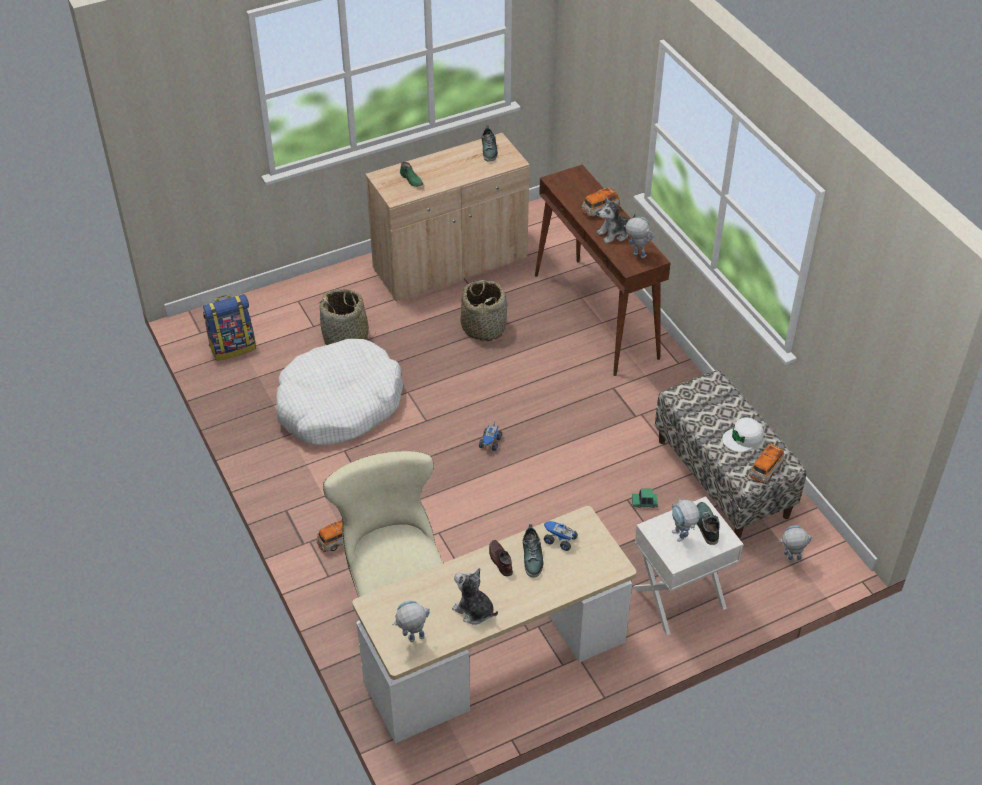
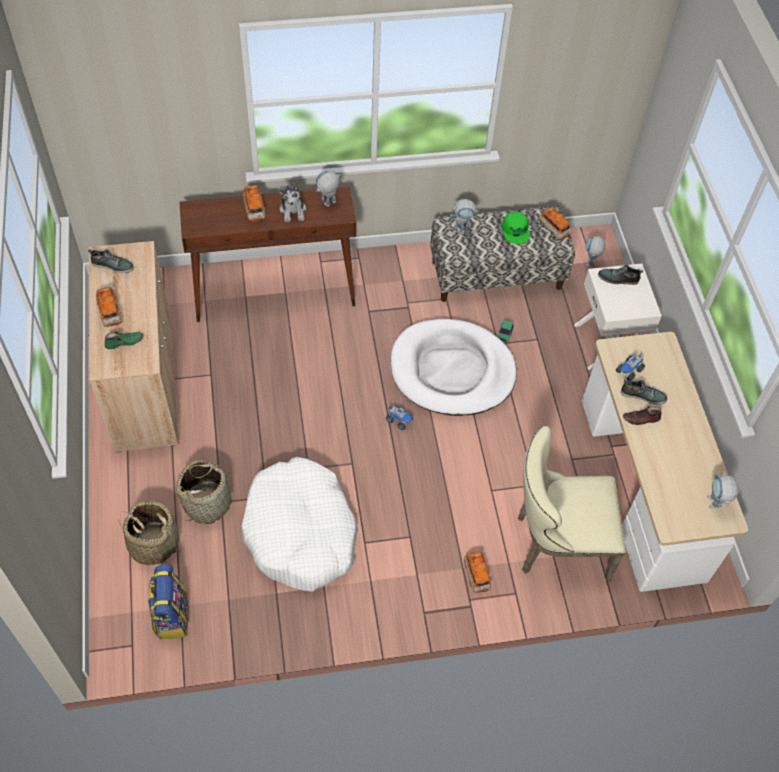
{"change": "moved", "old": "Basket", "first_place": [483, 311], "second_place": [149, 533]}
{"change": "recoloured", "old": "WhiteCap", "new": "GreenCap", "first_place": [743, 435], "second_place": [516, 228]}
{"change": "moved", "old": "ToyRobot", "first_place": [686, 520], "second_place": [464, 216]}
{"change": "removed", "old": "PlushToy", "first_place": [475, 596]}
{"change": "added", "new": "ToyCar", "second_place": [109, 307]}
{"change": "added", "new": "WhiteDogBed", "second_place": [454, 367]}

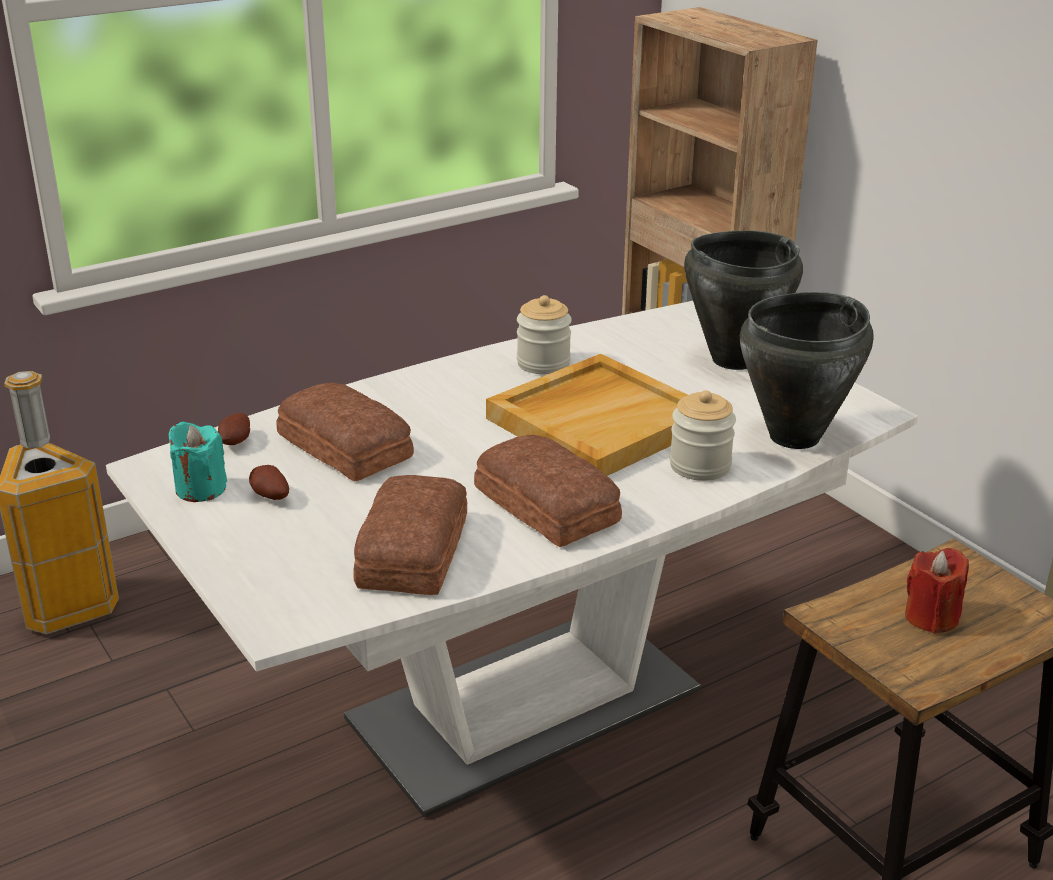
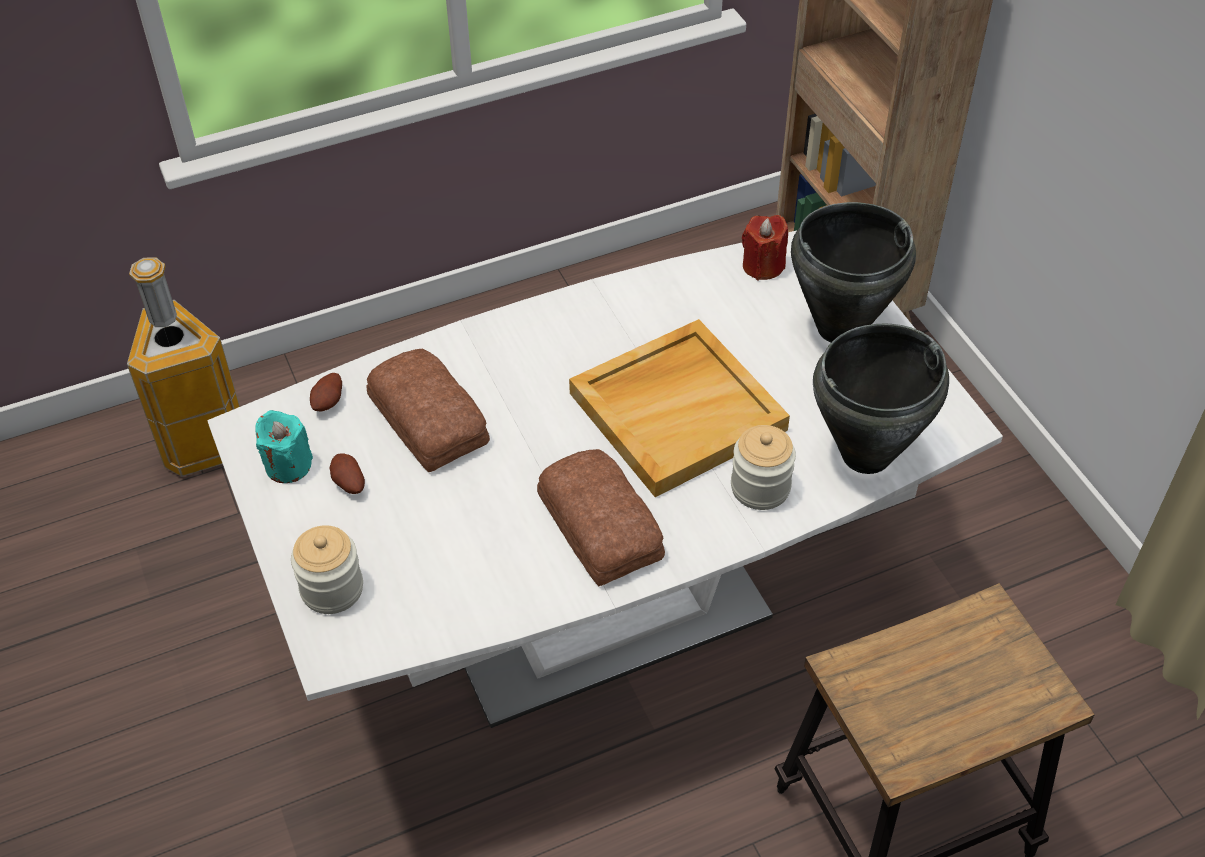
{"change": "moved", "old": "Jar", "first_place": [544, 334], "second_place": [327, 569]}
{"change": "removed", "old": "Bread", "first_place": [410, 535]}
{"change": "moved", "old": "RedCandle", "first_place": [937, 591], "second_place": [765, 247]}

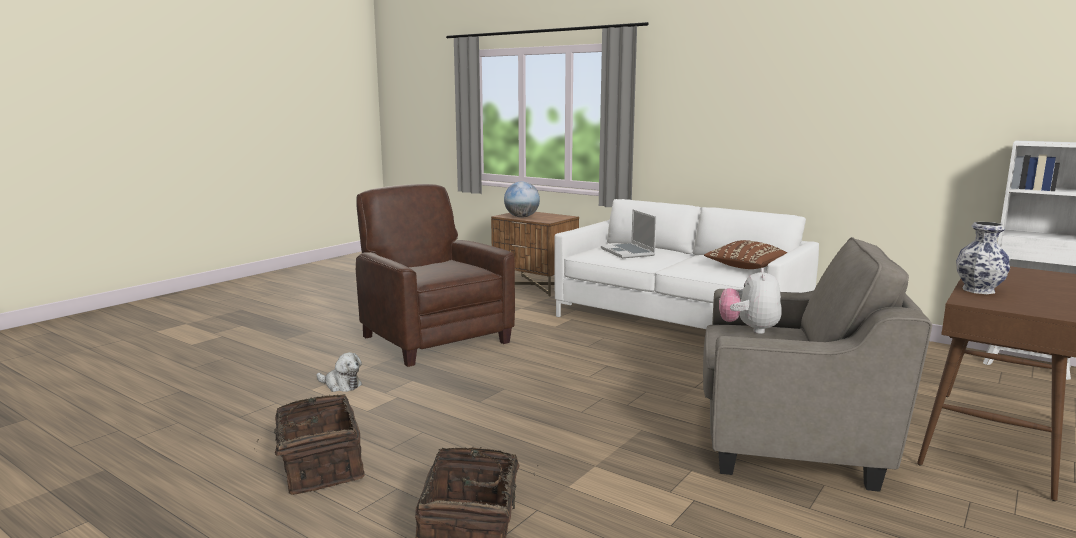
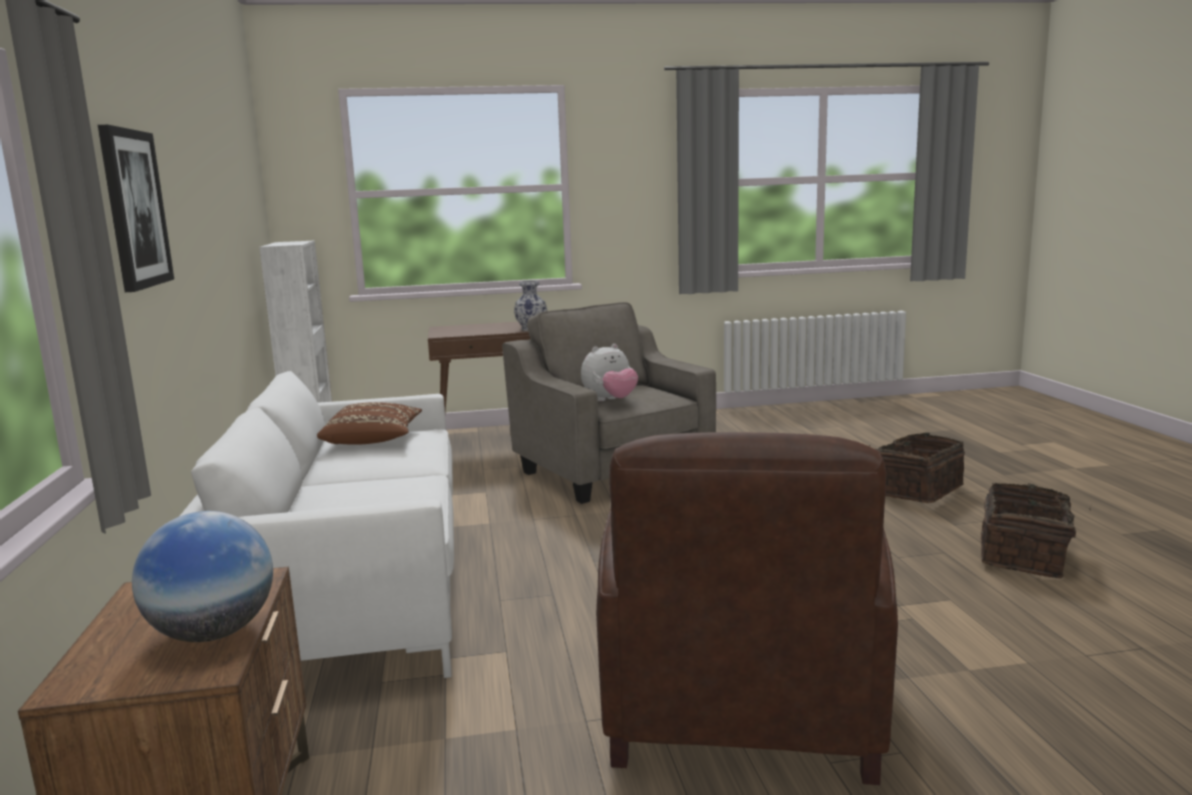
{"change": "removed", "old": "Laptop", "first_place": [628, 234]}
{"change": "removed", "old": "PlushToy", "first_place": [339, 372]}
{"change": "added", "new": "Picture", "second_place": [136, 208]}

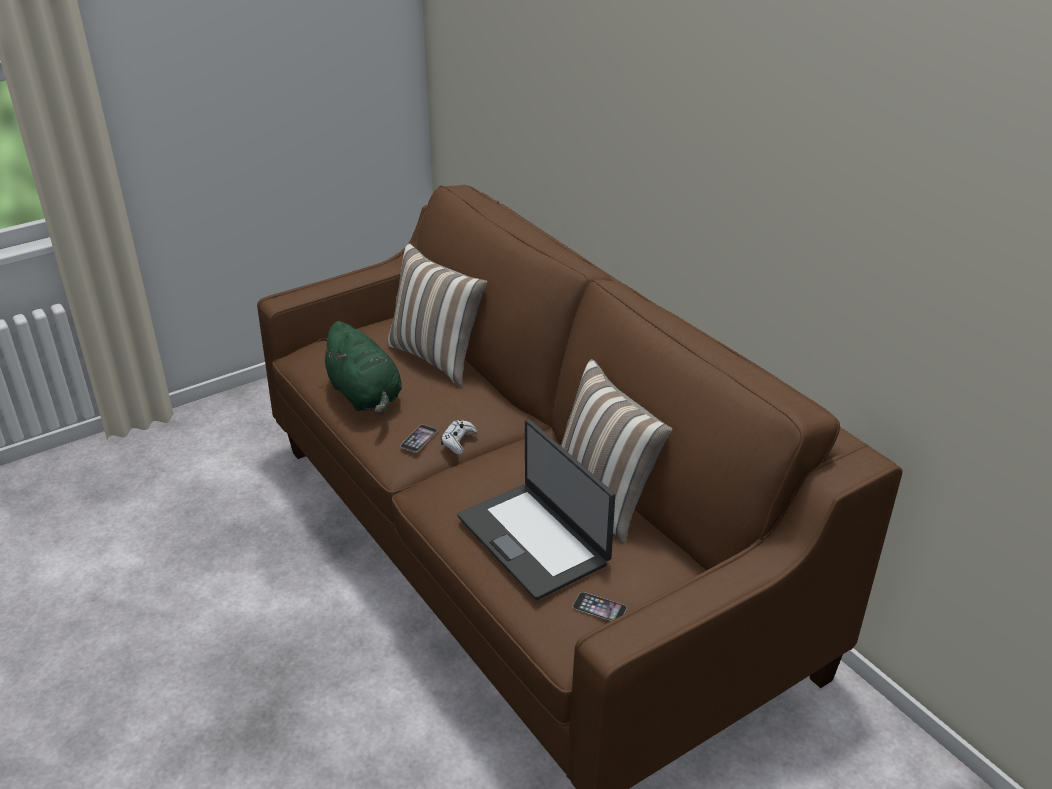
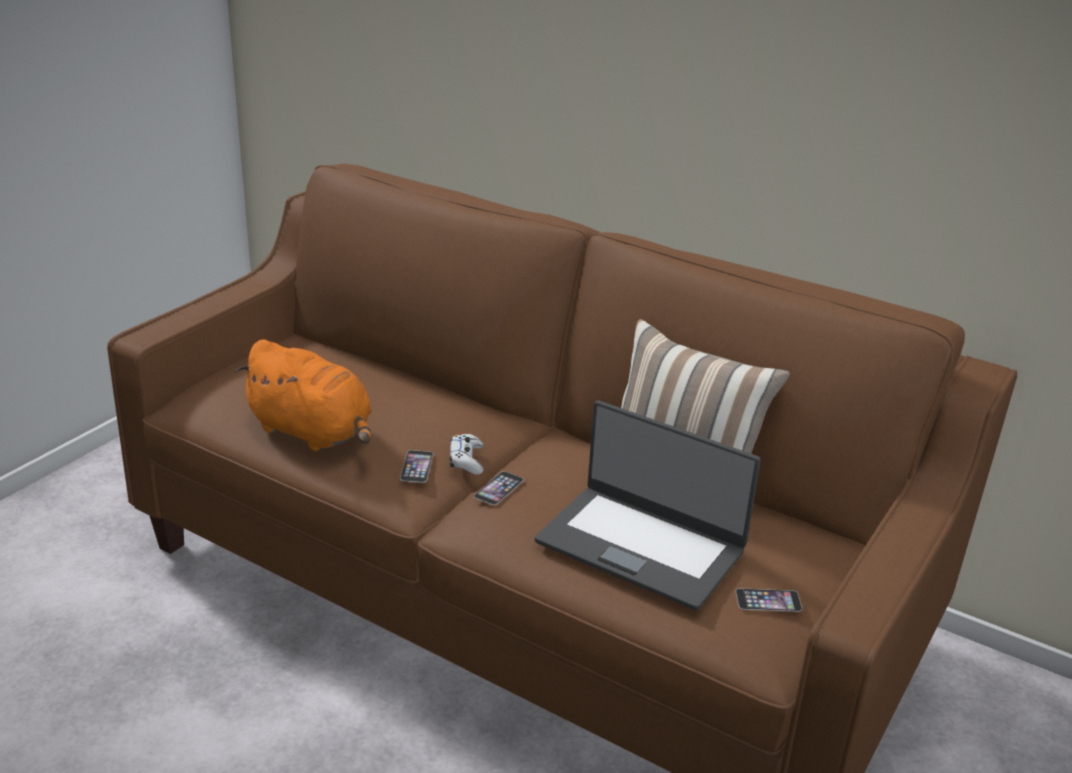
{"change": "removed", "old": "Pillow", "first_place": [437, 315]}
{"change": "recoloured", "old": "GreenPlushToy", "new": "OrangePlushToy", "first_place": [360, 368], "second_place": [304, 395]}
{"change": "added", "new": "Phone", "second_place": [499, 488]}

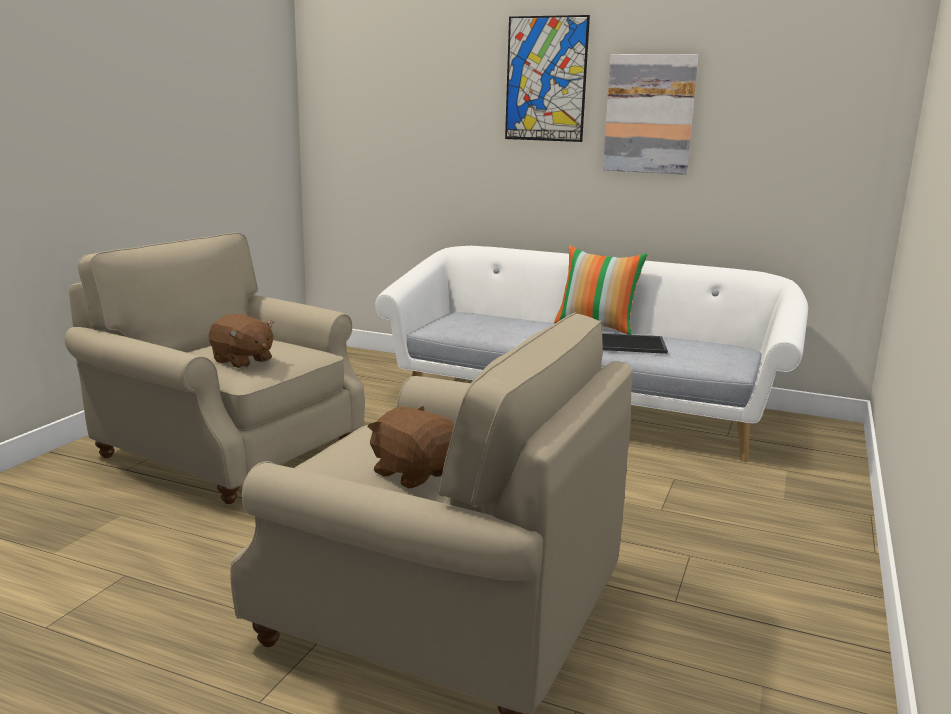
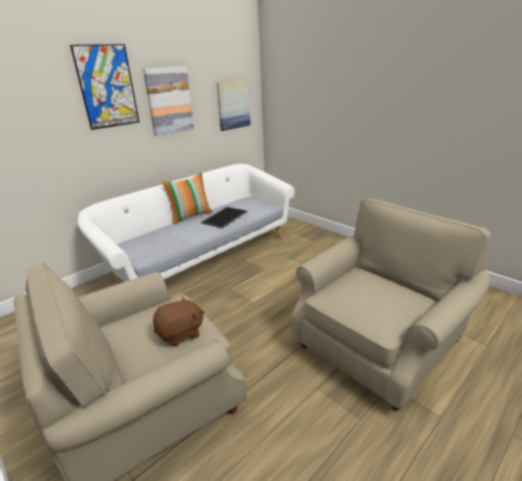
{"change": "removed", "old": "BrownPlushToy", "first_place": [411, 447]}
{"change": "added", "new": "Picture", "second_place": [234, 105]}

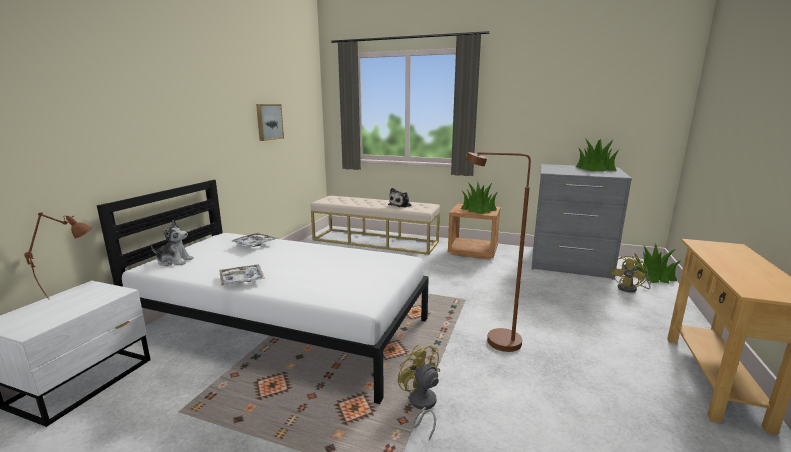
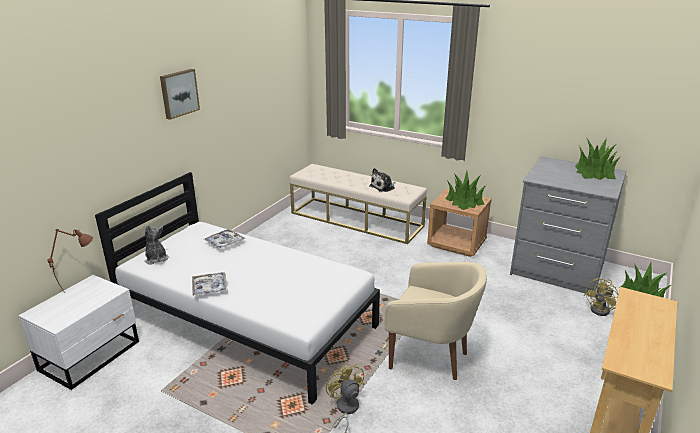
{"change": "moved", "old": "Picture", "first_place": [270, 122], "second_place": [180, 94]}
{"change": "replaced", "old": "BrownFloorLamp", "new": "BeigeArmchair", "first_place": [498, 252], "second_place": [436, 321]}
{"change": "turned", "old": "PlushToy", "first_place": [172, 243], "second_place": [156, 245], "degrees": -135}

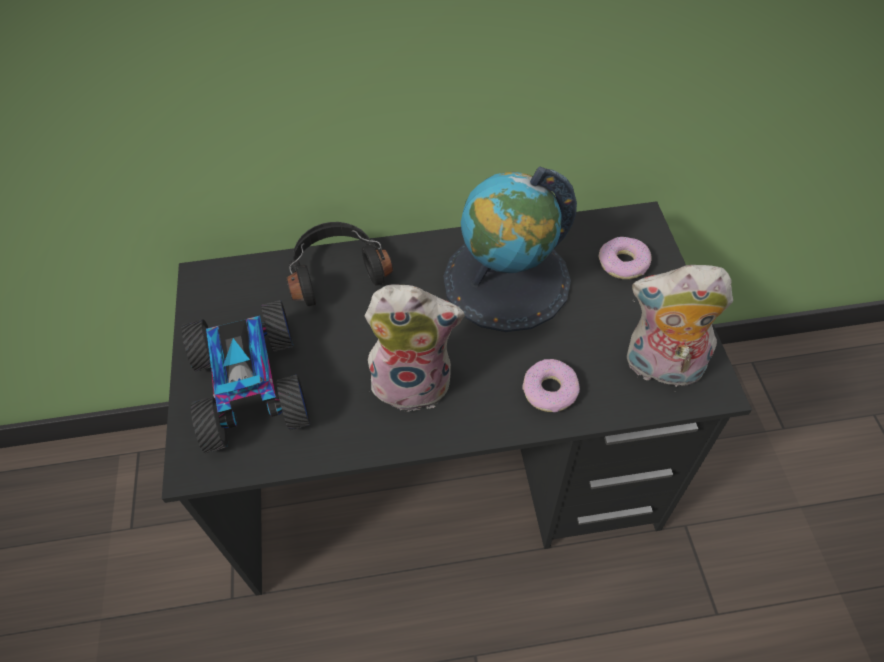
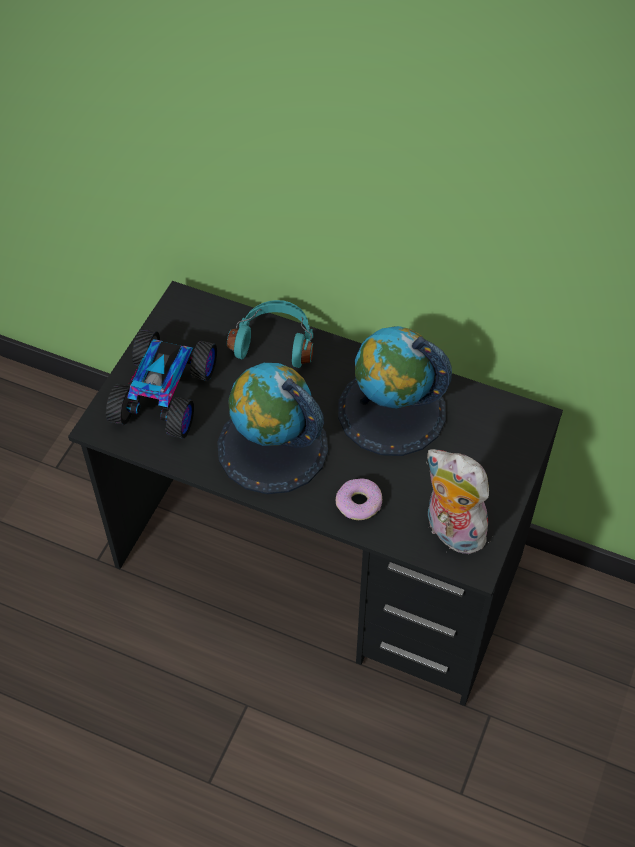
{"change": "recoloured", "old": "BlackHeadphones", "new": "TurquoiseHeadphones", "first_place": [340, 264], "second_place": [270, 334]}
{"change": "removed", "old": "Donut", "first_place": [625, 258]}
{"change": "replaced", "old": "PlushToy", "new": "Globe", "first_place": [415, 348], "second_place": [272, 428]}

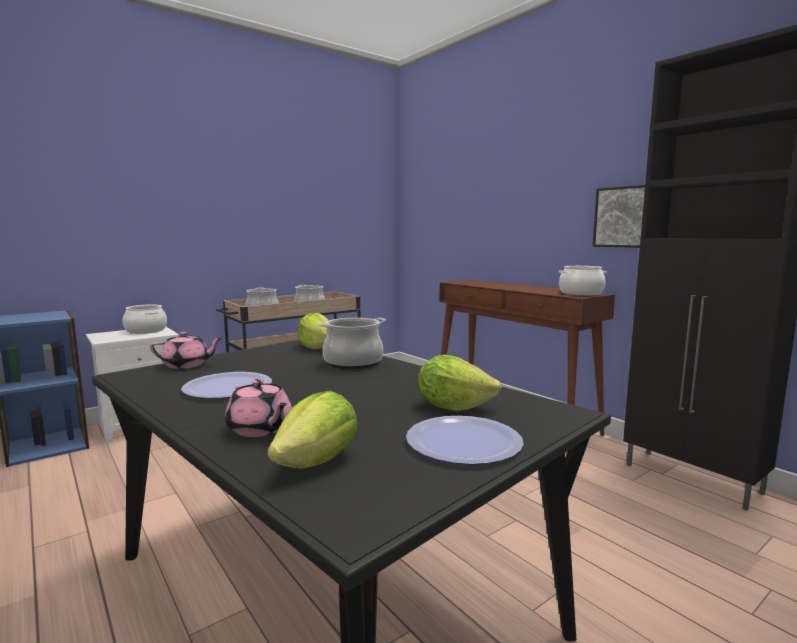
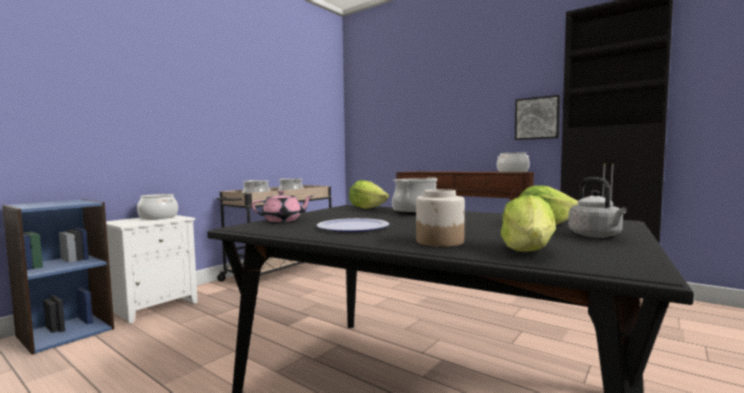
{"change": "replaced", "old": "PinkTeapot", "new": "Jar", "first_place": [258, 408], "second_place": [440, 218]}
{"change": "replaced", "old": "Plate", "new": "GreyKettle", "first_place": [465, 440], "second_place": [597, 207]}

